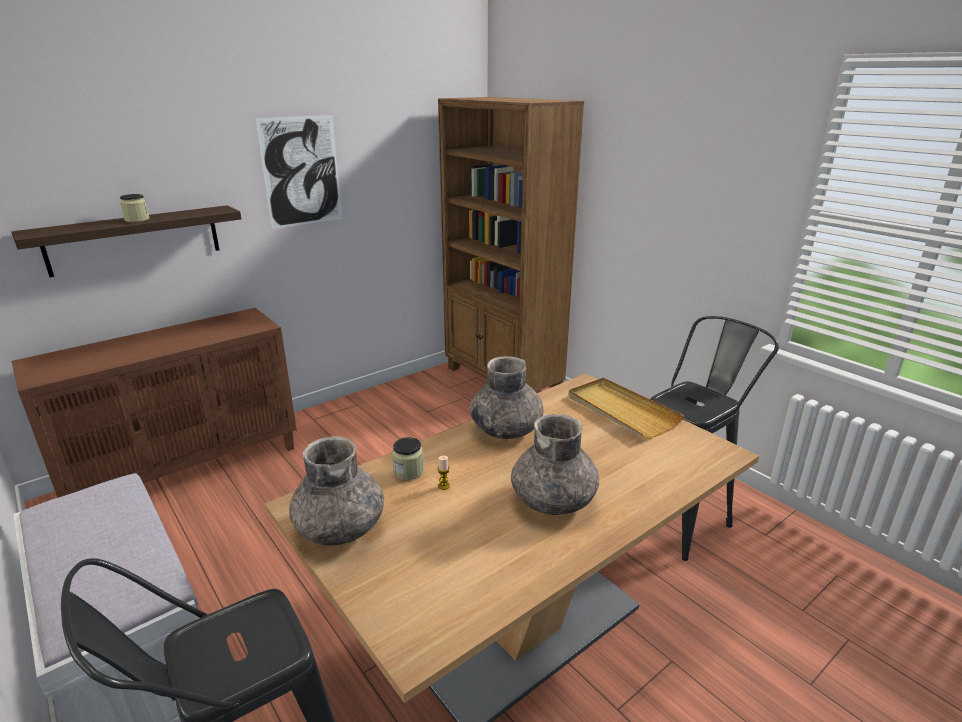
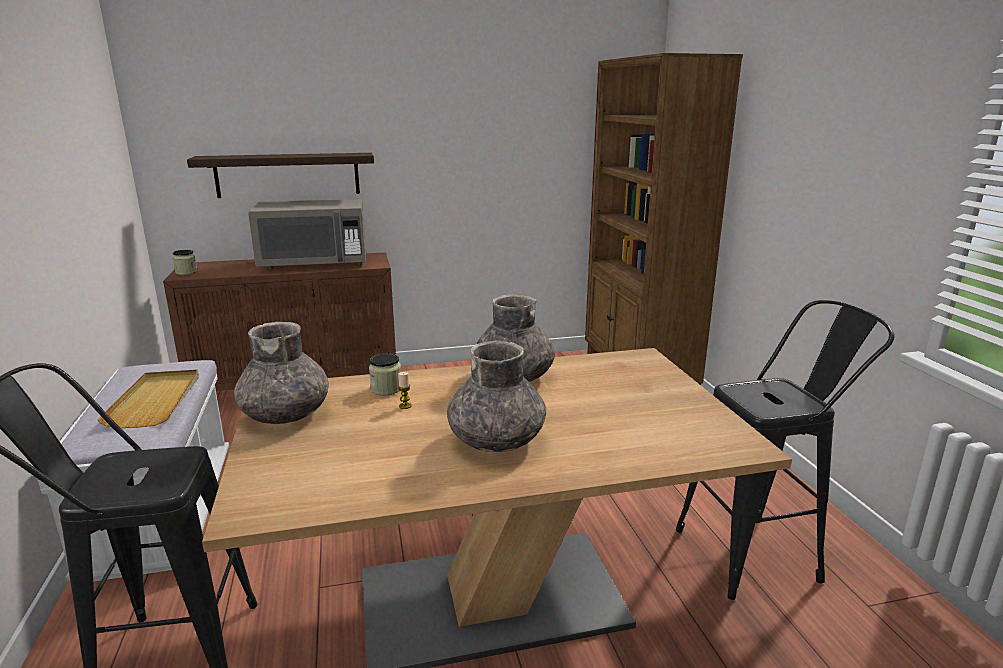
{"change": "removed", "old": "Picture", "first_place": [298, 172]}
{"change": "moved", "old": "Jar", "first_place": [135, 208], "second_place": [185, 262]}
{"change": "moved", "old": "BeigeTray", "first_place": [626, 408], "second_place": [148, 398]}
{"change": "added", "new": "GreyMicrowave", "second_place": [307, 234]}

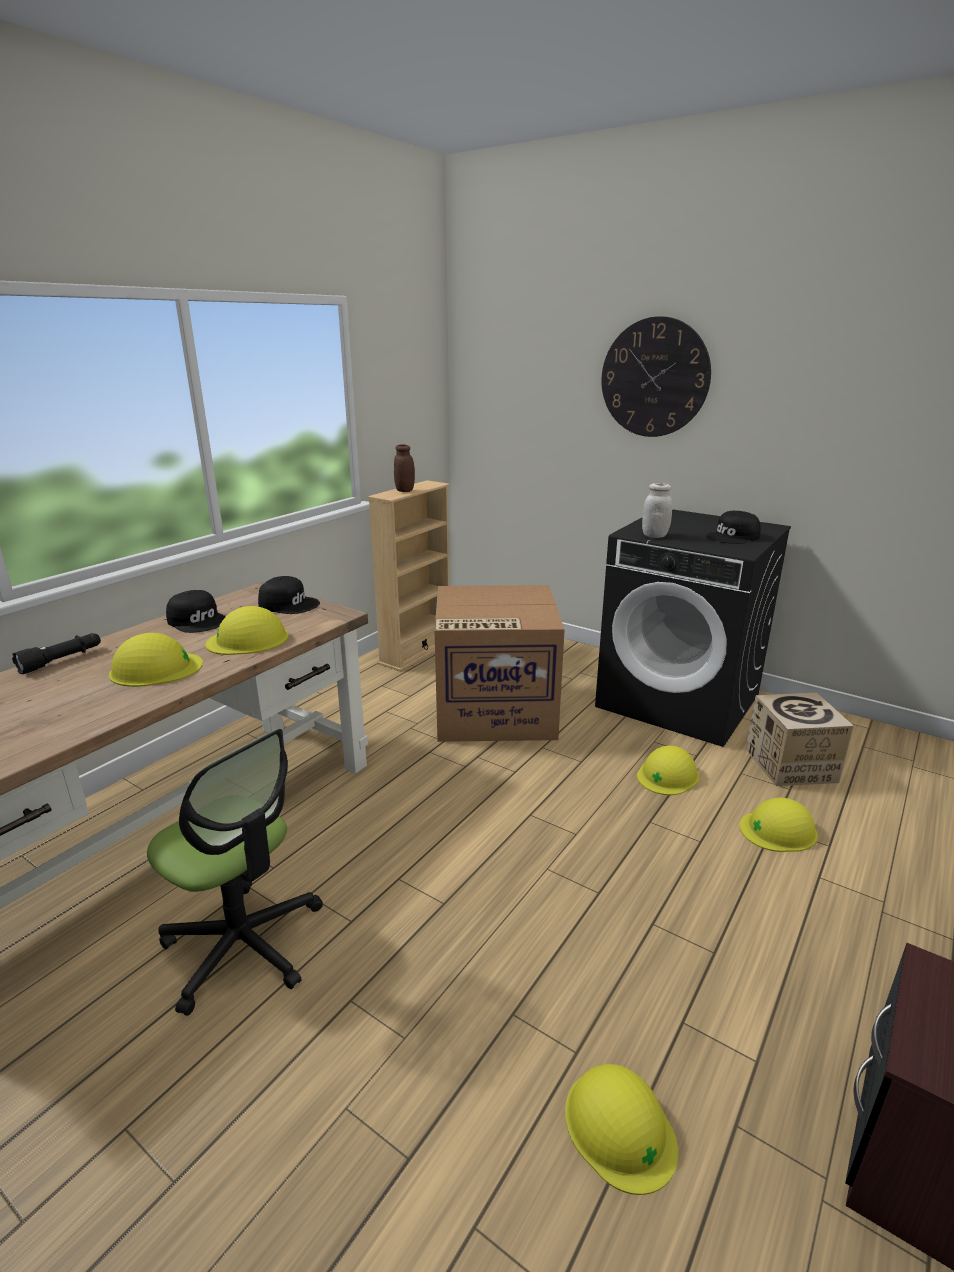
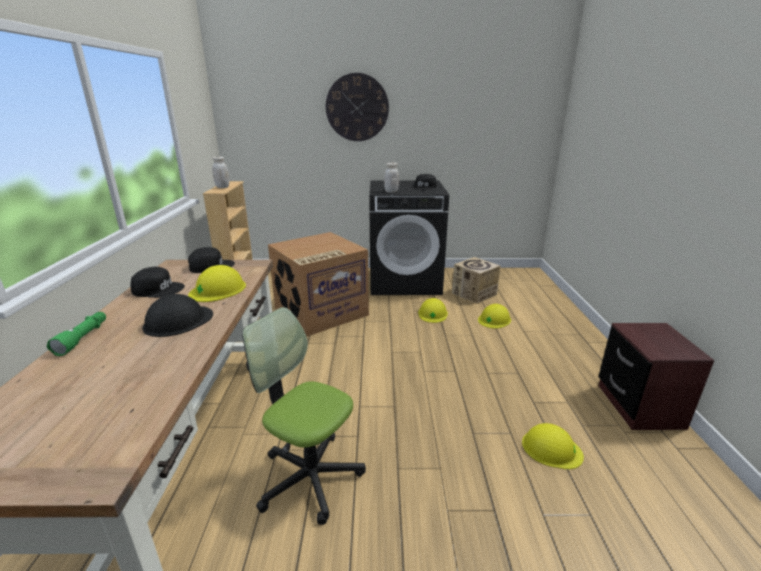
{"change": "recoloured", "old": "BrownJar", "new": "WhiteJar", "first_place": [404, 468], "second_place": [221, 172]}
{"change": "recoloured", "old": "BlackFlashlight", "new": "GreenFlashlight", "first_place": [56, 653], "second_place": [76, 334]}
{"change": "recoloured", "old": "YellowHardHat", "new": "BlackHardHat", "first_place": [156, 660], "second_place": [177, 315]}
{"change": "turned", "old": "OfficeChair", "first_place": [235, 872], "second_place": [304, 416], "degrees": -150}

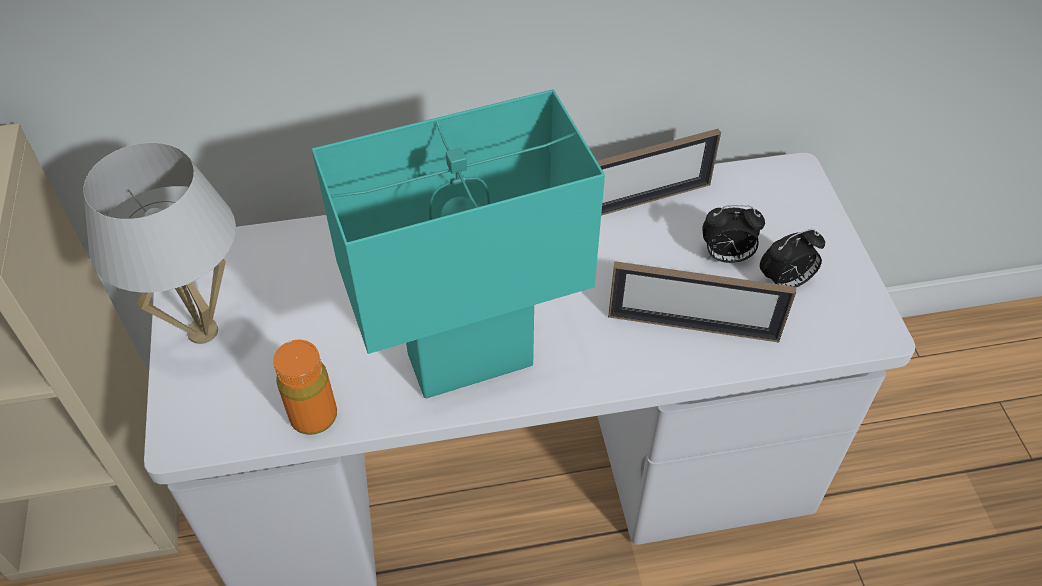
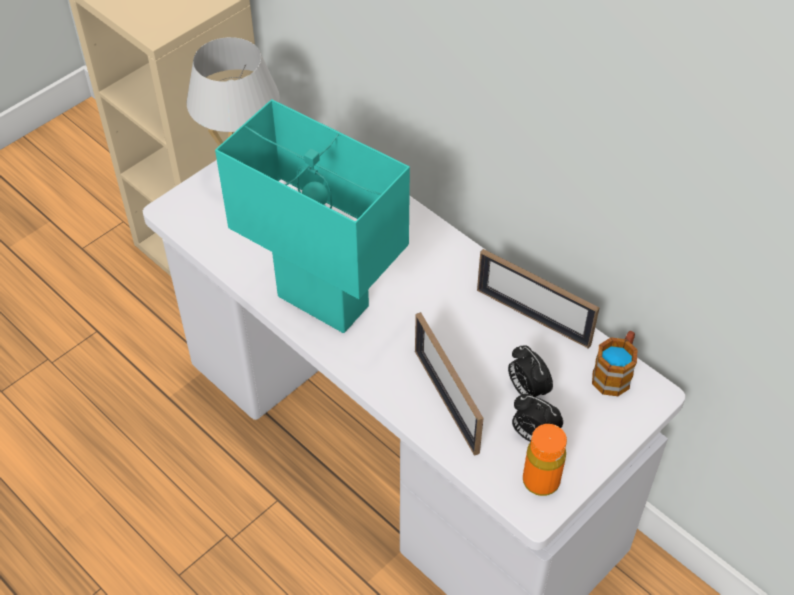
{"change": "moved", "old": "OrangeBottle", "first_place": [305, 387], "second_place": [545, 460]}
{"change": "added", "new": "Mug", "second_place": [614, 363]}

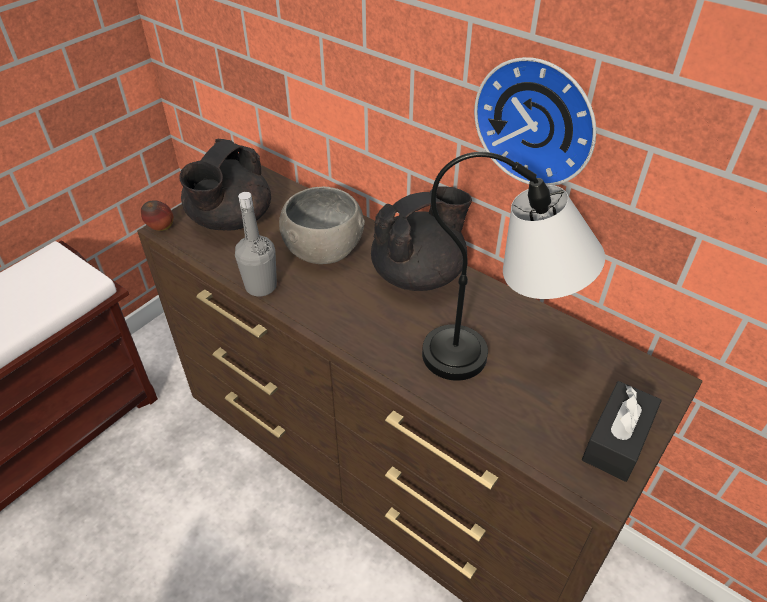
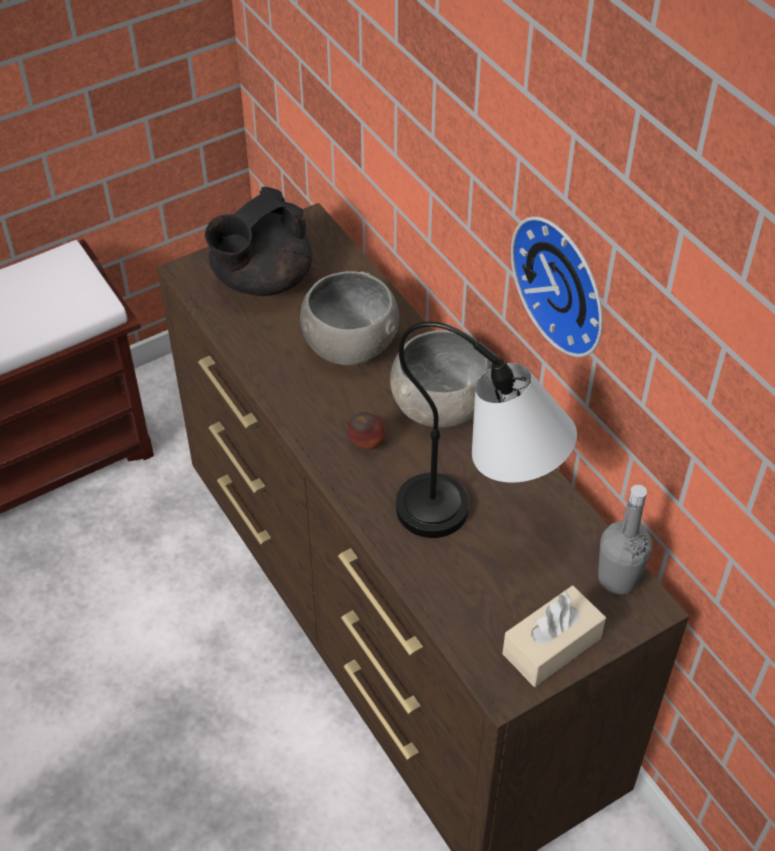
{"change": "replaced", "old": "BlackTeapot", "new": "GreyBowl", "first_place": [421, 238], "second_place": [441, 379]}
{"change": "moved", "old": "GreyBottle", "first_place": [256, 244], "second_place": [625, 539]}
{"change": "moved", "old": "Apple", "first_place": [157, 215], "second_place": [366, 431]}
{"change": "recoloured", "old": "BlackTissueBox", "new": "BeigeTissueBox", "first_place": [622, 431], "second_place": [554, 636]}

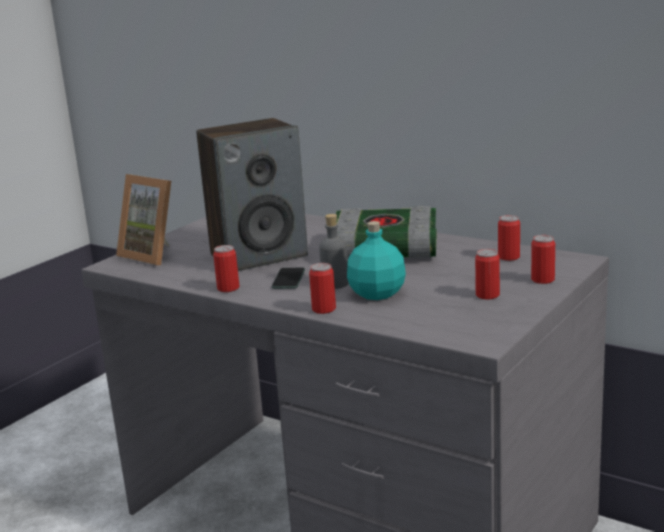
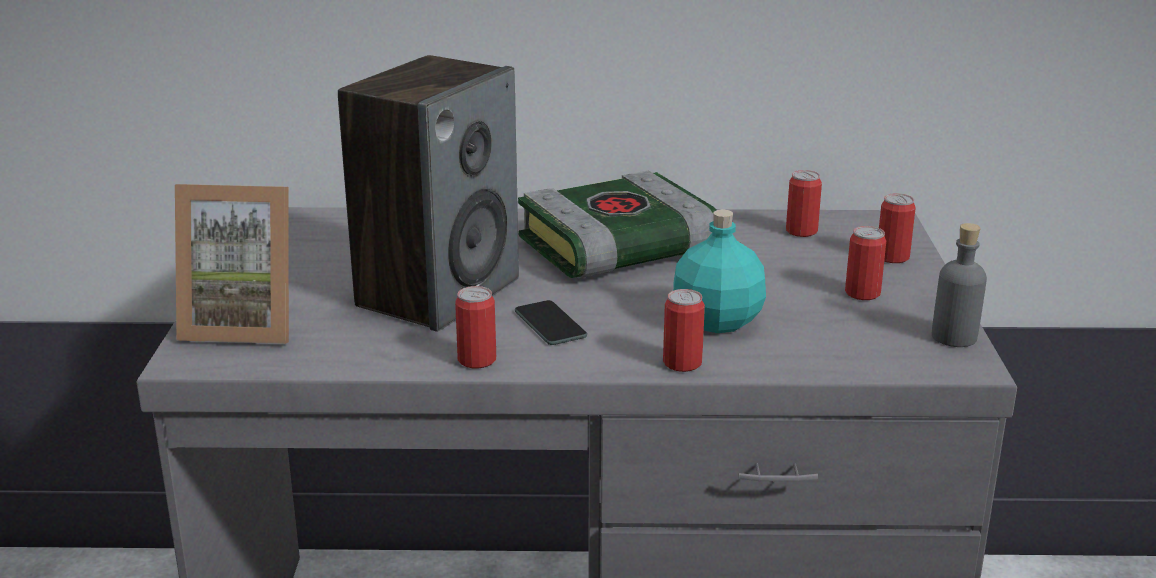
{"change": "moved", "old": "GreyBottle", "first_place": [334, 251], "second_place": [959, 285]}

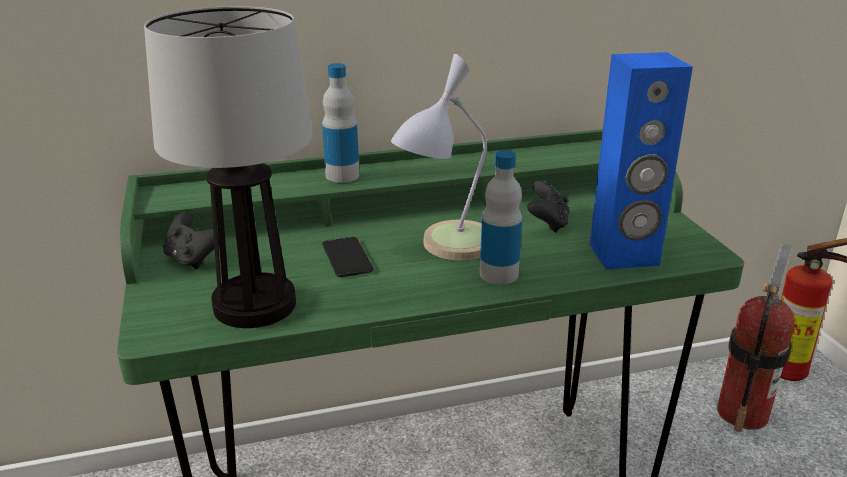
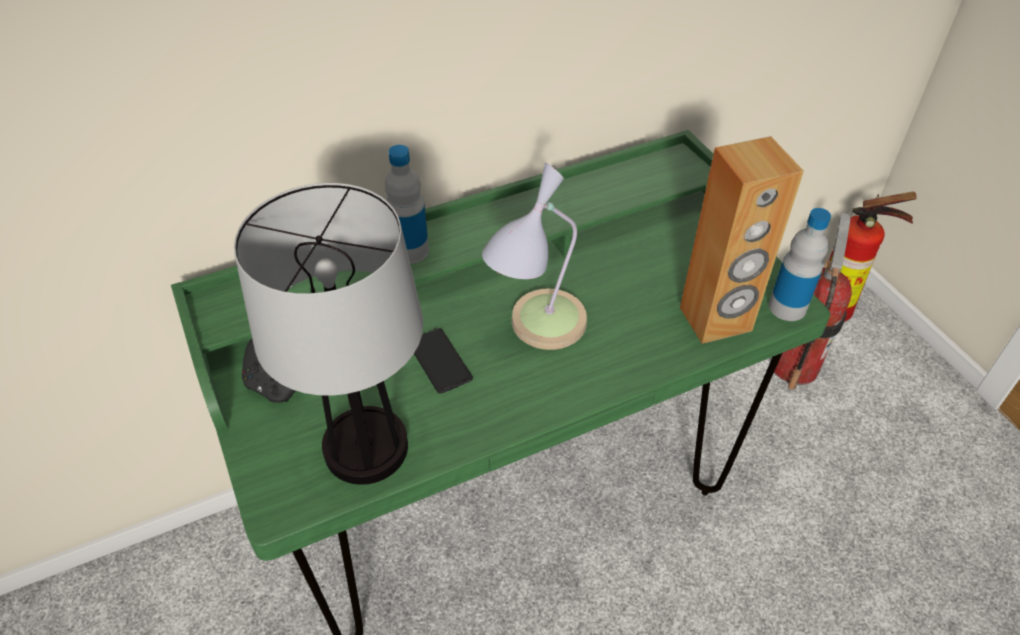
{"change": "recoloured", "old": "BlueSpeaker", "new": "BrownSpeaker", "first_place": [641, 160], "second_place": [742, 240]}
{"change": "moved", "old": "Bottle", "first_place": [501, 217], "second_place": [800, 264]}
{"change": "removed", "old": "BlackGameController", "first_place": [548, 206]}

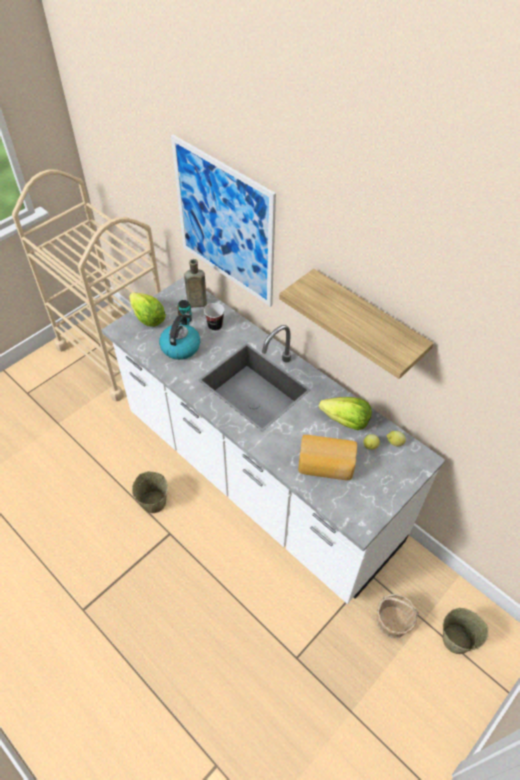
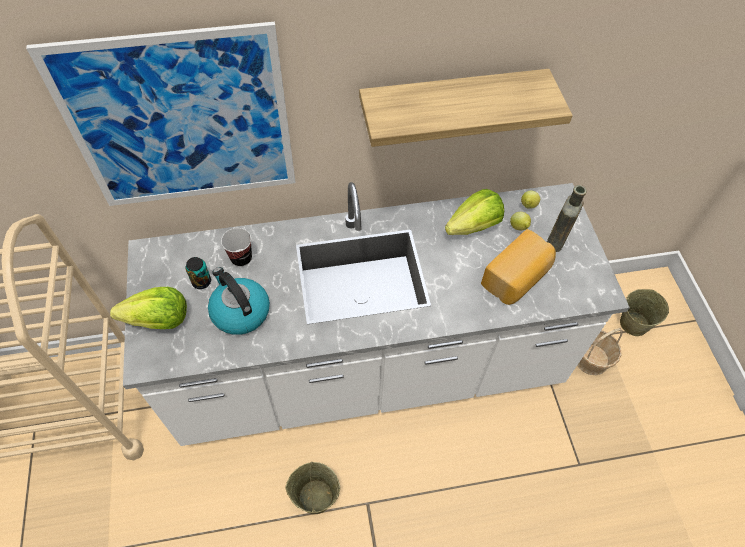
{"change": "moved", "old": "BrownBottle", "first_place": [195, 283], "second_place": [567, 218]}

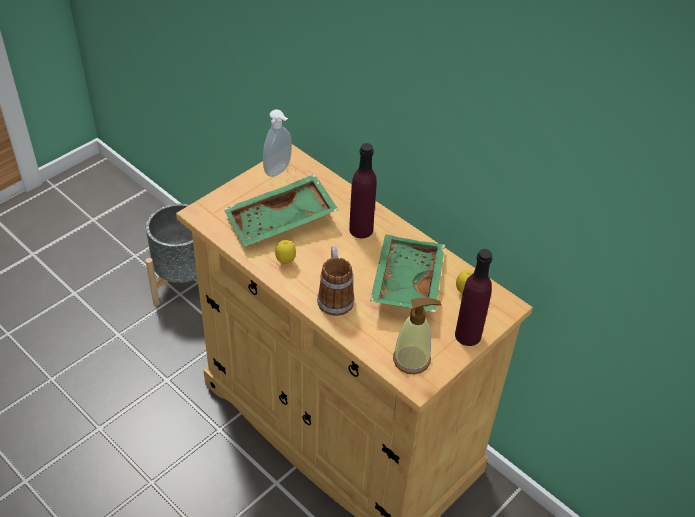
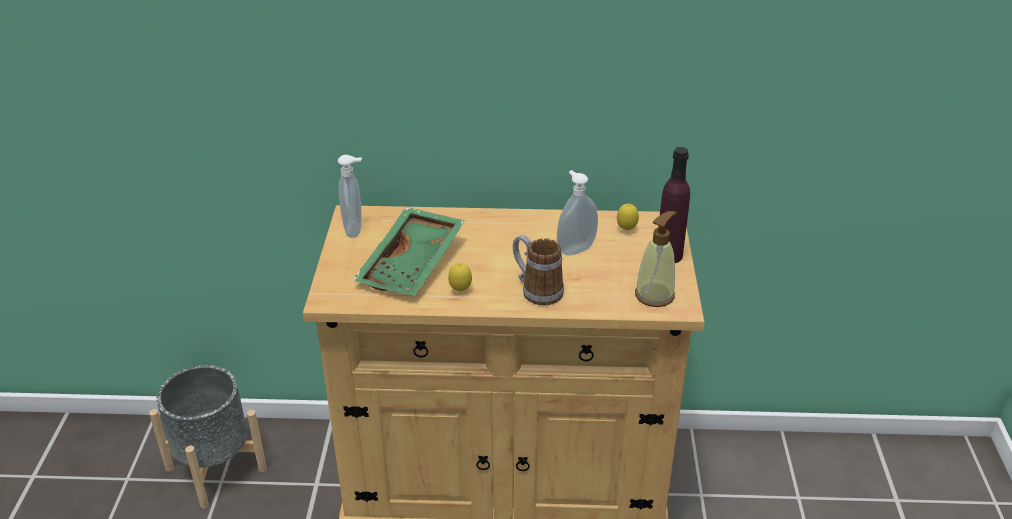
{"change": "removed", "old": "PurpleBottle", "first_place": [363, 190]}
{"change": "replaced", "old": "GreenTray", "new": "SoapDispenser", "first_place": [407, 273], "second_place": [577, 213]}

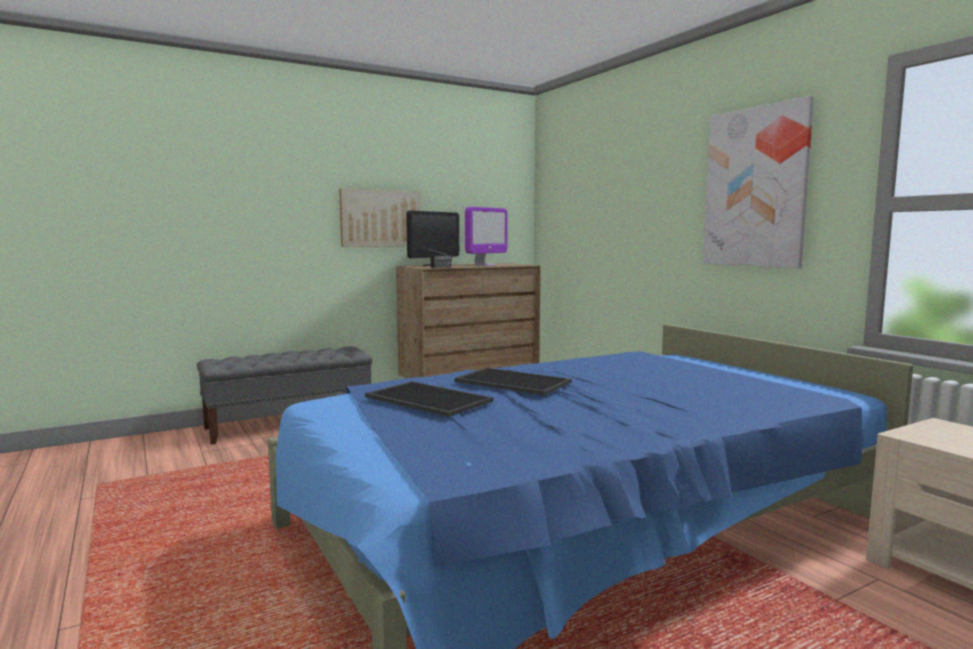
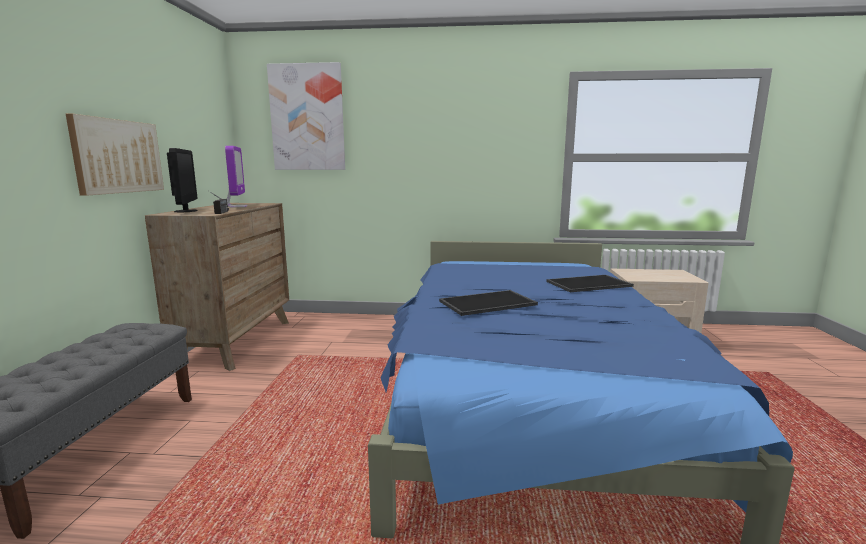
{"change": "moved", "old": "Picture", "first_place": [758, 182], "second_place": [306, 116]}
{"change": "moved", "old": "Tray", "first_place": [429, 399], "second_place": [590, 283]}

